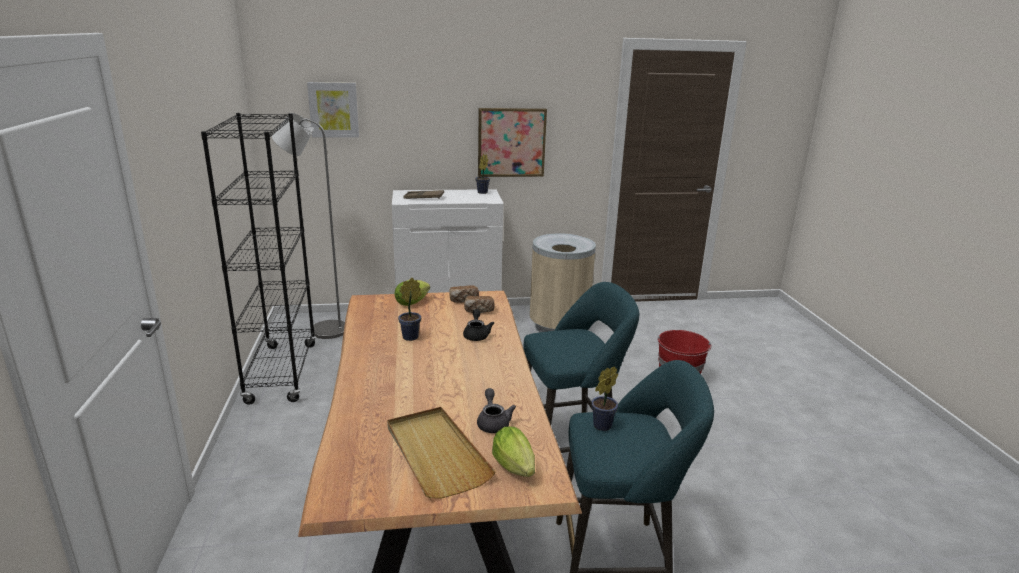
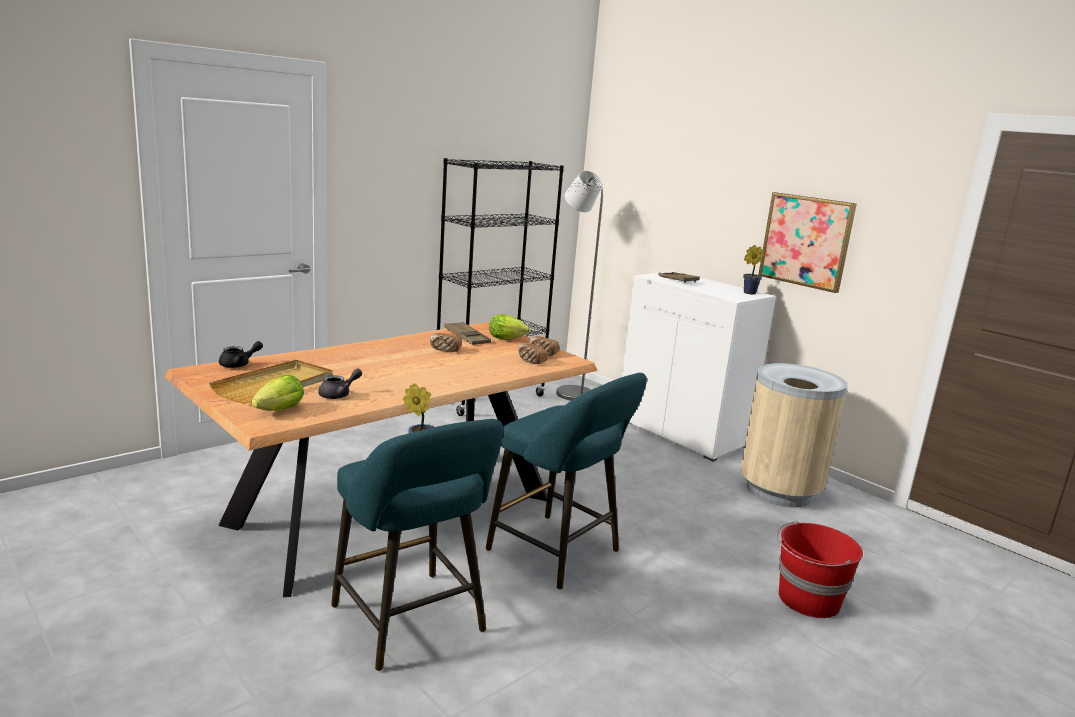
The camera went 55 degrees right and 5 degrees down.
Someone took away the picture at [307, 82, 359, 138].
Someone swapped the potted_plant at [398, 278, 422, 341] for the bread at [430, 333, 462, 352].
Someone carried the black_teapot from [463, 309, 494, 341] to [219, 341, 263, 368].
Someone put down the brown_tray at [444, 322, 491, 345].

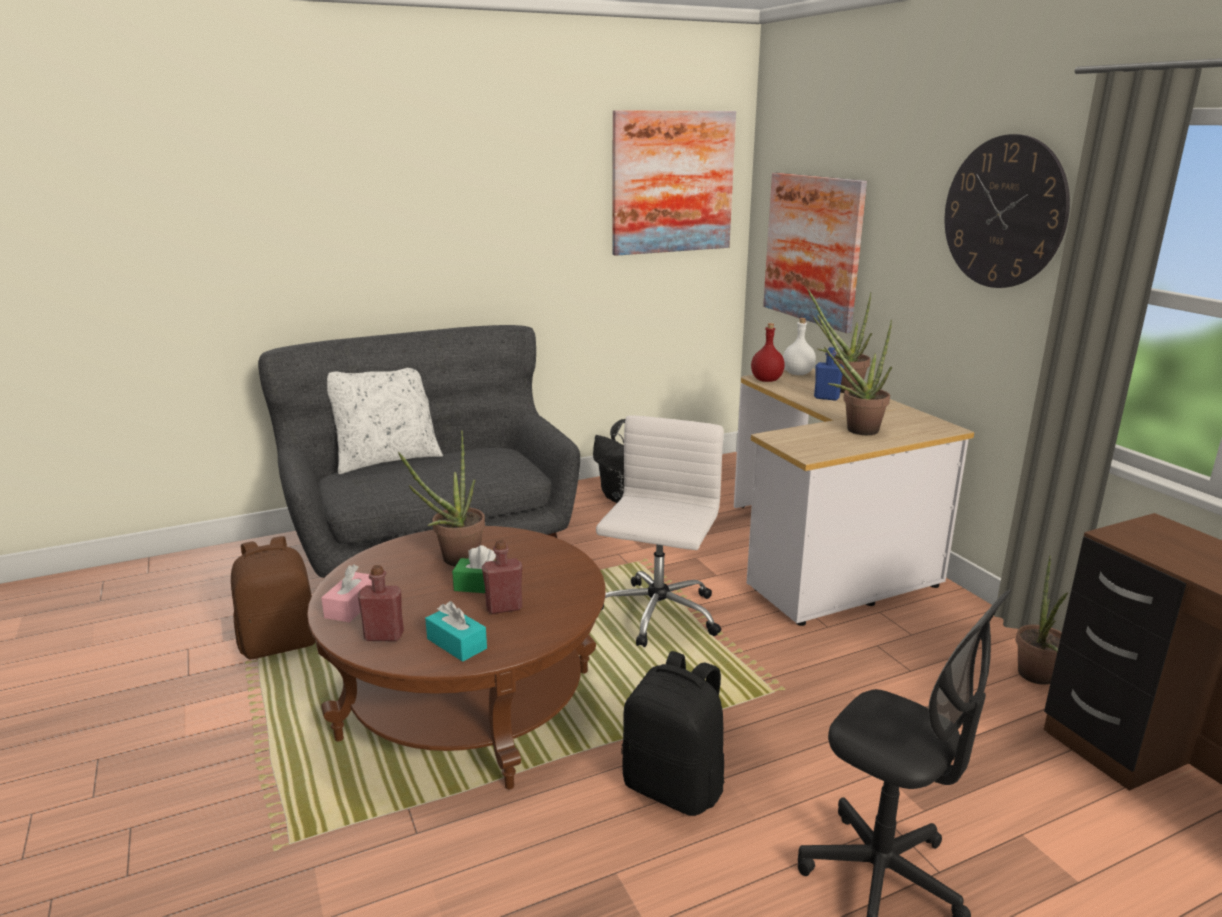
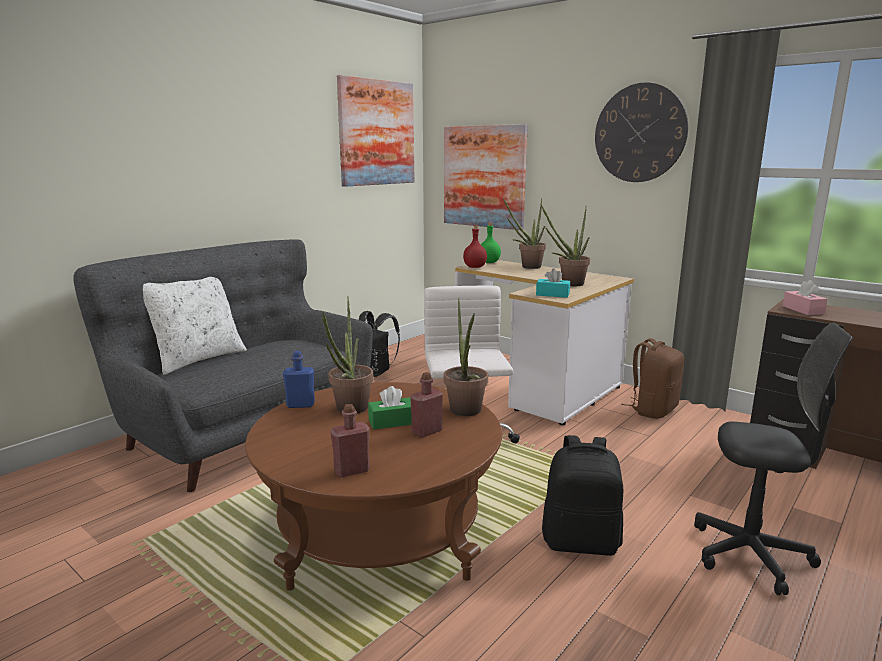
The camera went 25 degrees left and 5 degrees down.
Someone carried the brown_backpack from [231, 536, 316, 659] to [621, 338, 684, 419].
Someone carried the pink_tissue_box from [321, 564, 372, 623] to [783, 280, 828, 315].
Someone carried the turquoise_tissue_box from [425, 601, 487, 662] to [536, 269, 570, 298].
Someone repainted the white_bottle at [783, 318, 816, 375], which became the green_bottle at [481, 222, 501, 263].
Someone carried the blue_bottle from [814, 347, 844, 401] to [283, 351, 315, 408].
Someone carried the potted_plant from [1016, 556, 1068, 685] to [444, 298, 488, 416].

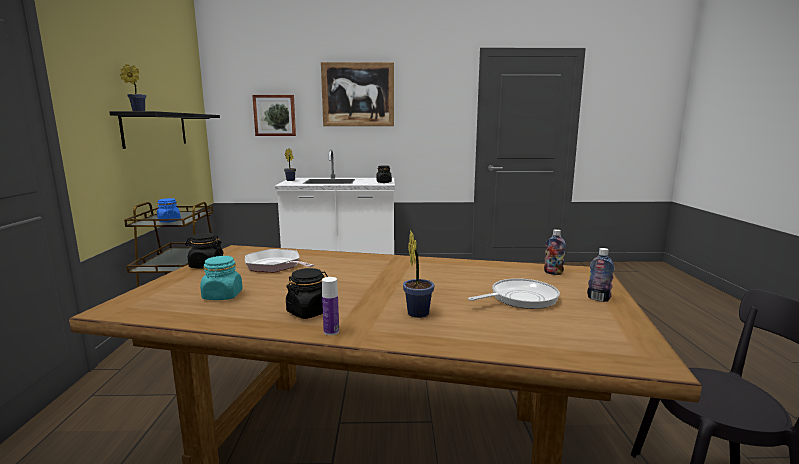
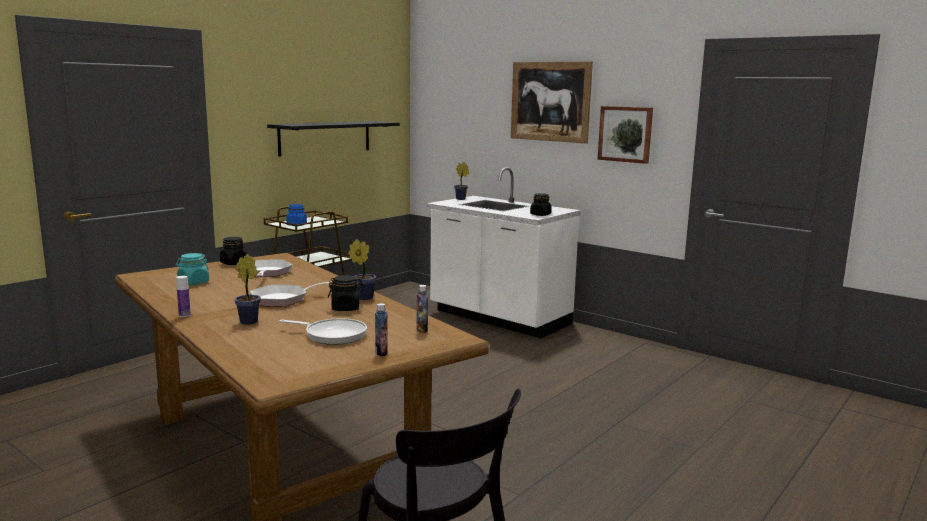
The camera went 40 degrees right and 0 degrees up.
Someone carried the potted_plant from [120, 64, 146, 111] to [348, 239, 376, 300].
Someone carried the picture from [252, 95, 296, 136] to [598, 106, 653, 164].
Someone carried the black_jar from [286, 268, 328, 319] to [328, 275, 364, 311].
Someone put down the frying_pan at [250, 282, 330, 307].

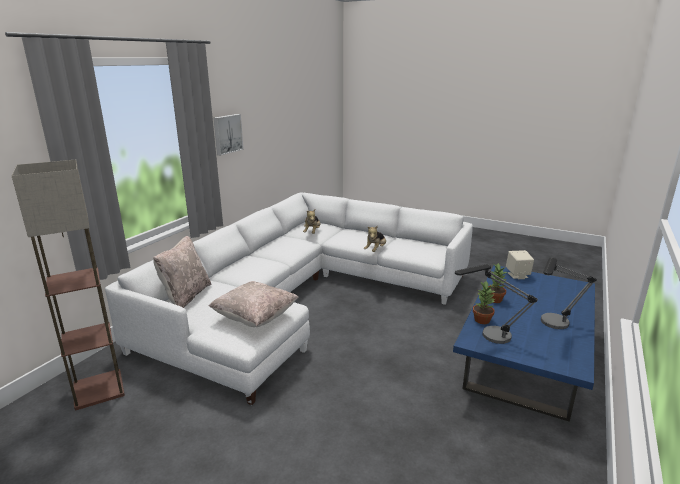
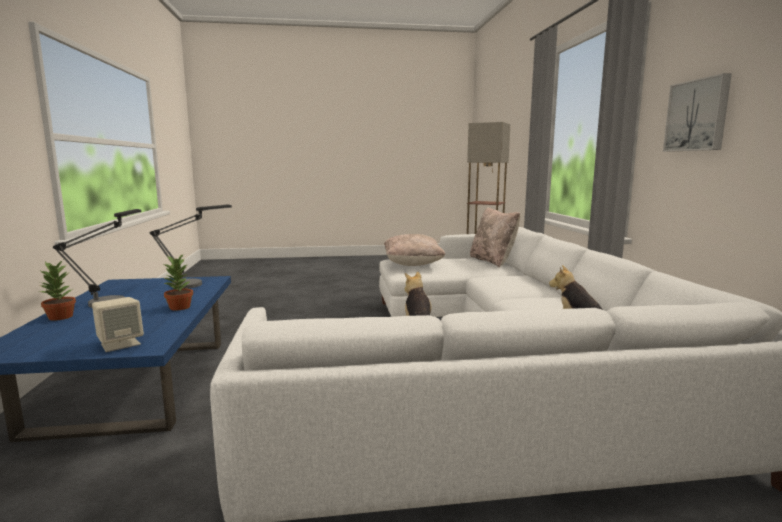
The camera went 145 degrees right and 10 degrees down.
Someone carried the potted_plant from [473, 281, 495, 324] to [37, 260, 76, 321].

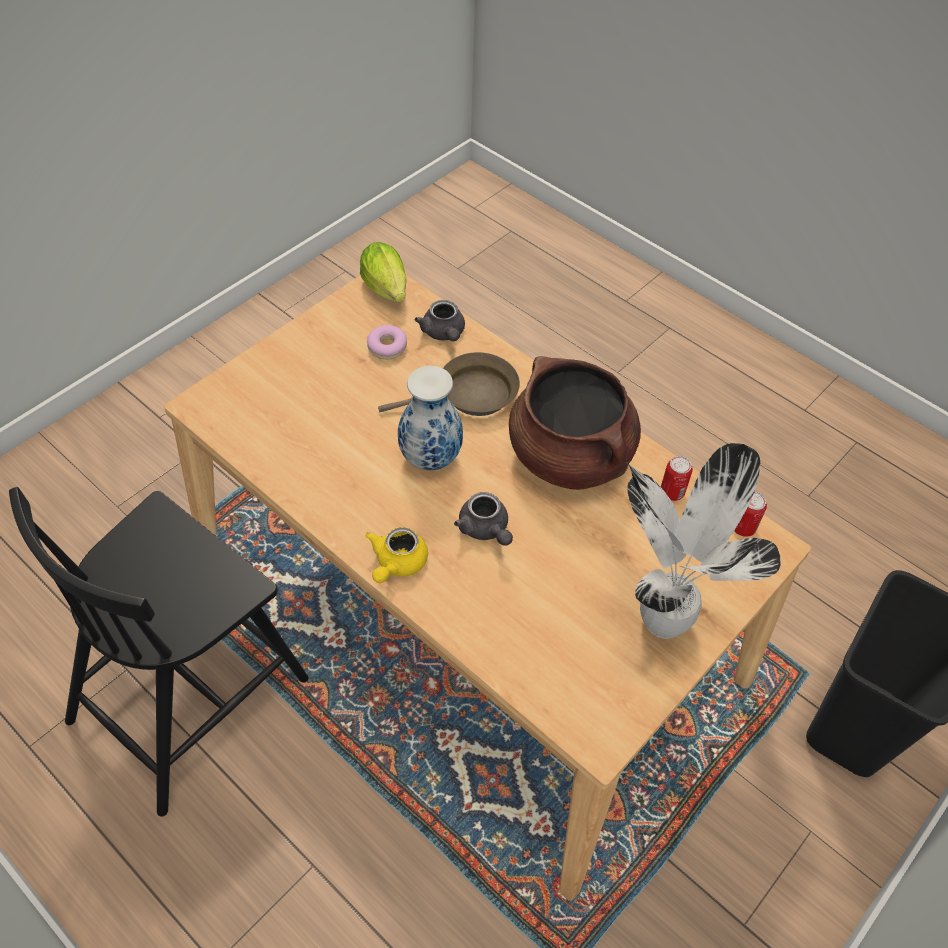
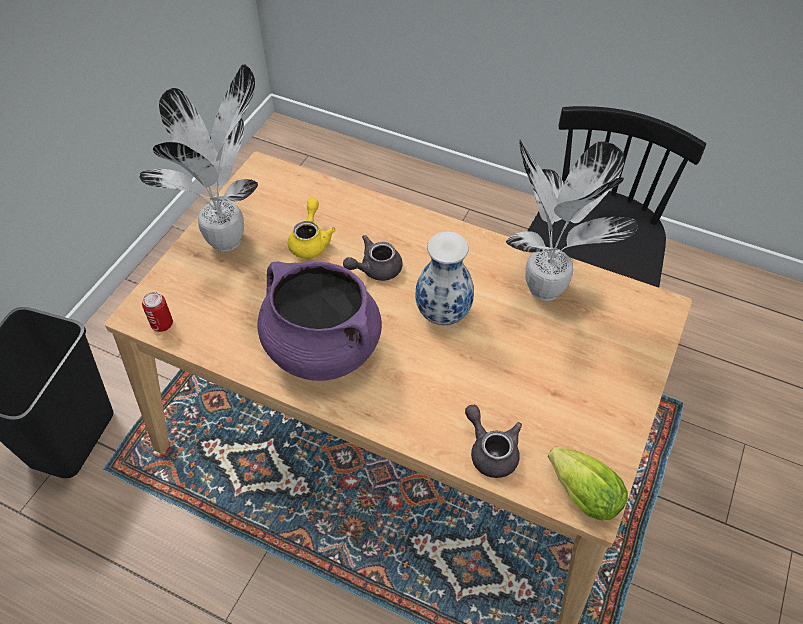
The camera went 165 degrees right and 0 degrees up.
Someone carried the yellow_teapot from [365, 527, 428, 583] to [288, 198, 336, 259].
Someone took away the donut at [367, 325, 407, 360].
Someone took away the brown_frying_pan at [378, 352, 520, 416].
Someone rotated the grey_teapot at [454, 492, 513, 546] by 75 degrees counterclockwise.
Someone repainted the brown_cooking_pot at [509, 356, 641, 490], which became the purple_cooking_pot at [257, 261, 382, 381].
Someone took away the can at [661, 456, 693, 501].
Someone put down the potted_plant at [506, 139, 638, 301].

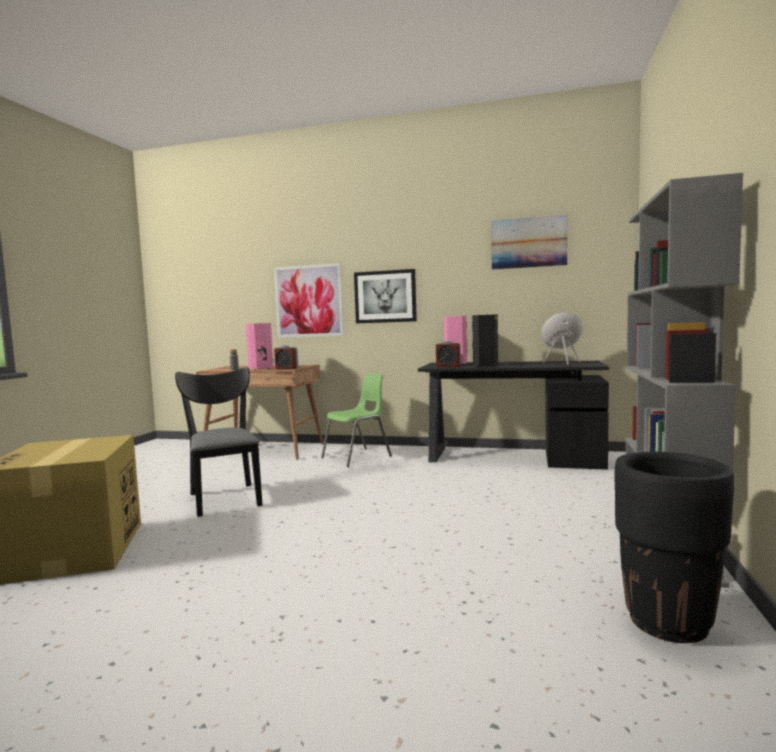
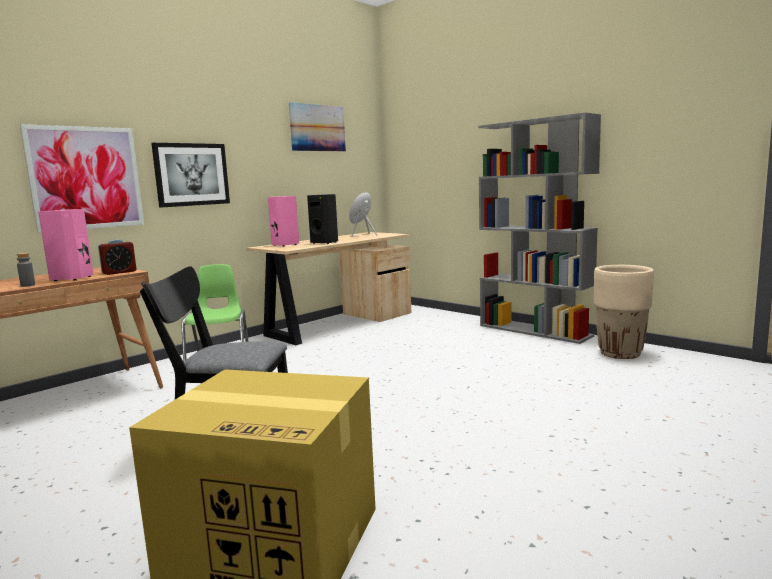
The camera went 60 degrees left and 5 degrees up.
Someone repainted the black_desk at [418, 361, 609, 470], which became the beige_desk at [247, 232, 411, 345].
Someone took away the alarm_clock at [436, 341, 461, 367].
Someone repainted the black_planter at [614, 452, 734, 643], which became the beige_planter at [594, 265, 654, 359].

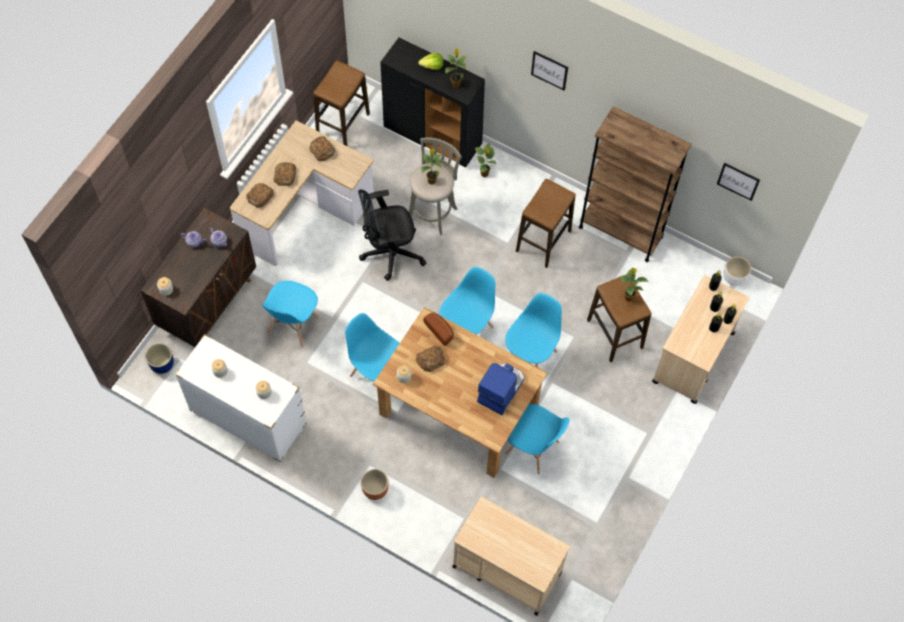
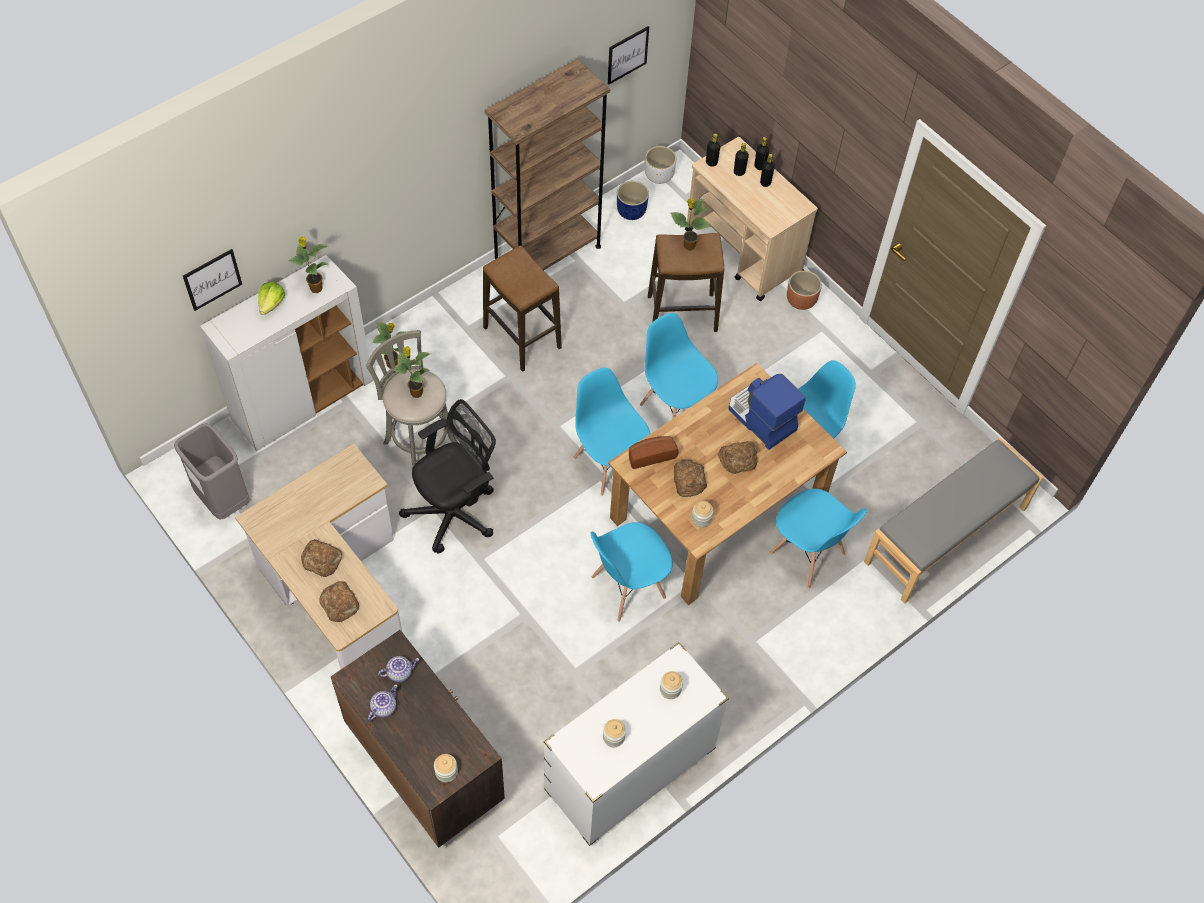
The camera went 70 degrees left and 5 degrees down.
Someone carried the blue_planter from [145, 343, 174, 374] to [617, 181, 649, 220].
Someone carried the blue_chair from [262, 281, 320, 348] to [769, 488, 867, 589].
Someone carried the bread from [310, 136, 335, 161] to [718, 441, 758, 474].
Someone swapped the stool at [313, 60, 370, 146] for the grey_trash_can at [174, 423, 250, 520].
Someone rotated the black_office_chair at [358, 189, 427, 281] by 135 degrees counterclockwise.
Someone carried the brown_planter from [361, 469, 388, 500] to [787, 270, 822, 310].
Someone repainted the black_cabinet at [380, 38, 485, 168], which became the white_cabinet at [200, 255, 373, 451].
Someone swapped the beige_cart at [452, 497, 570, 616] for the grey_bench at [864, 438, 1043, 603].
Someone carried the picture from [531, 51, 568, 91] to [183, 249, 242, 311].

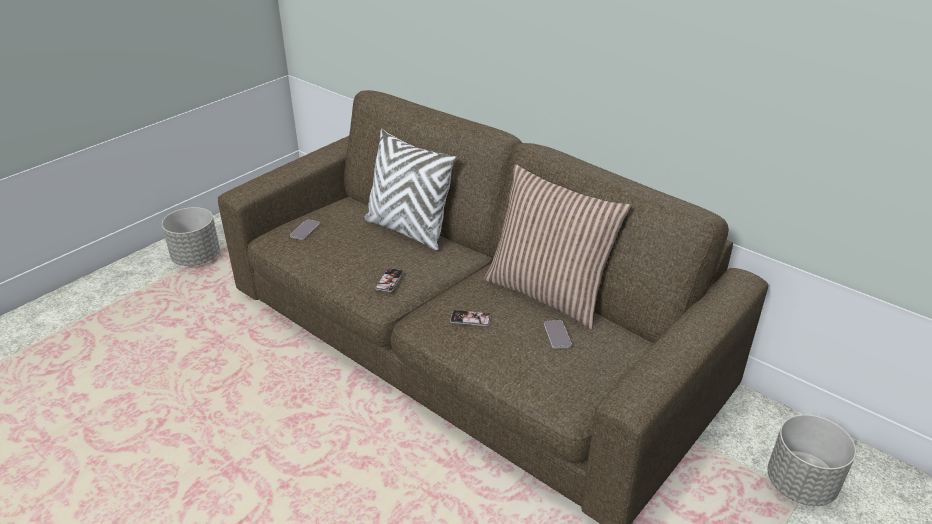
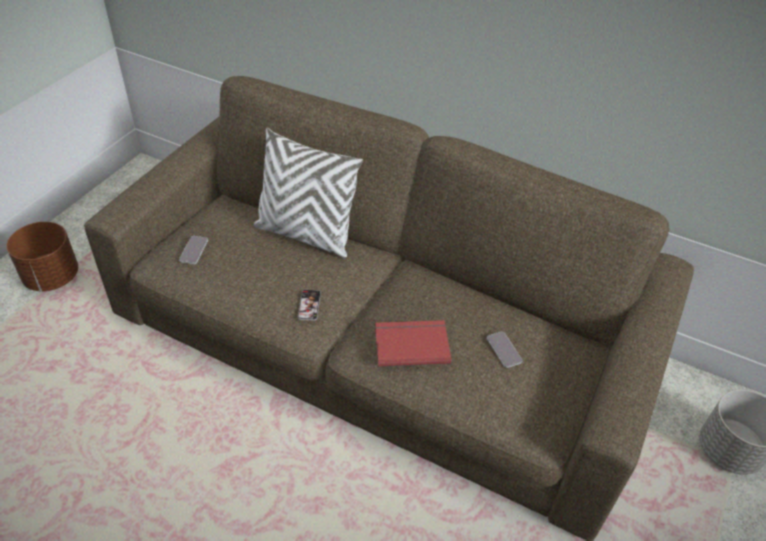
The camera went 15 degrees left and 10 degrees up.
Someone repainted the grey_planter at [162, 207, 220, 266], which became the brown_planter at [6, 222, 78, 291].
Someone swapped the phone at [450, 310, 491, 326] for the red_book at [375, 320, 451, 367].
Someone took away the pillow at [484, 164, 632, 329].

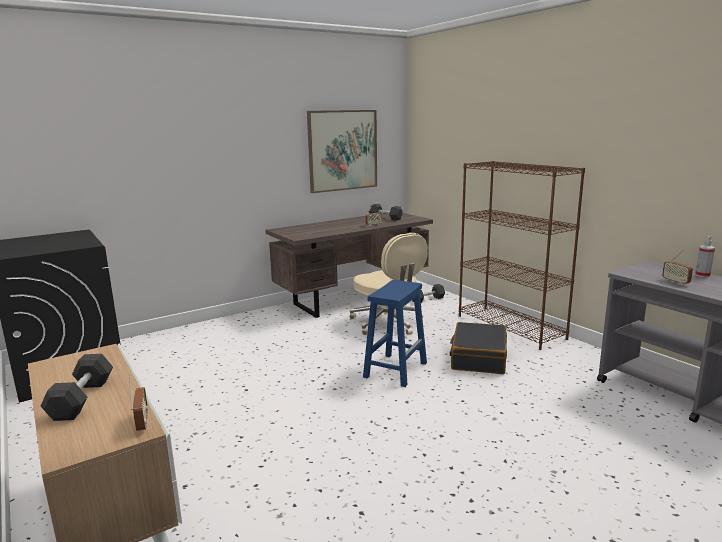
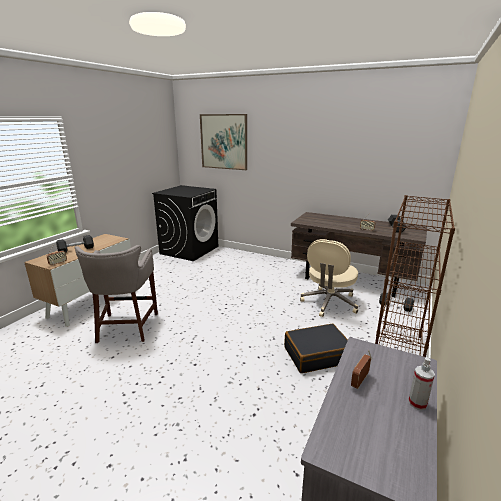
The camera went 60 degrees right and 5 degrees up.
Someone carried the picture from [307, 110, 377, 193] to [200, 114, 247, 170].
Someone took away the blue_stool at [363, 280, 427, 387].
Someone put down the grey_stool at [74, 245, 158, 343].

